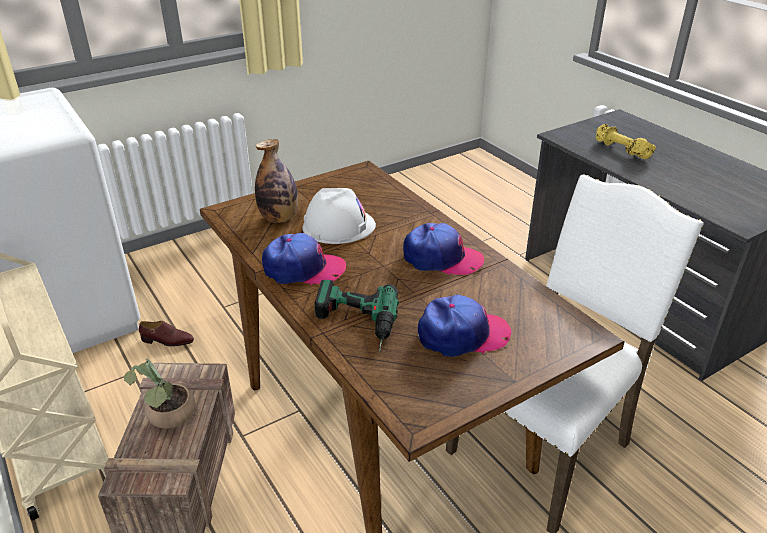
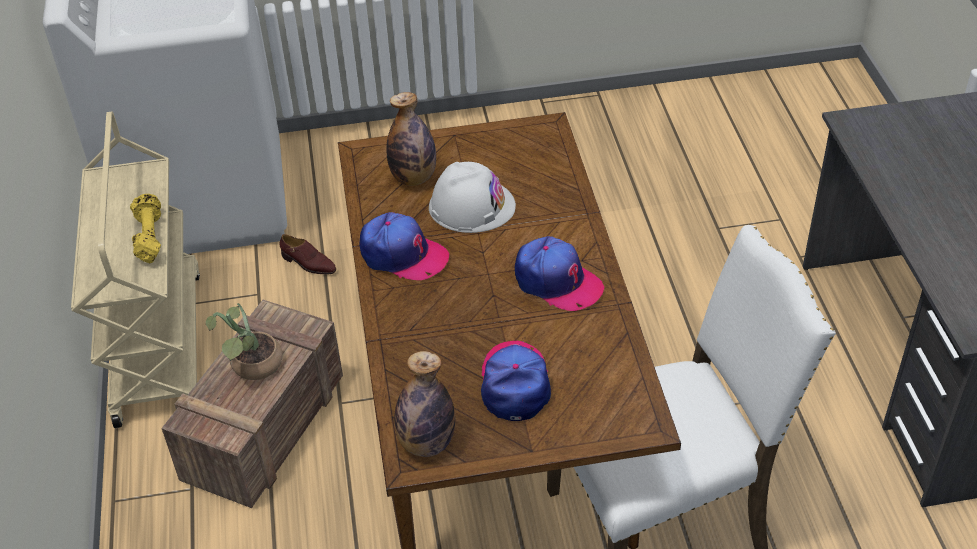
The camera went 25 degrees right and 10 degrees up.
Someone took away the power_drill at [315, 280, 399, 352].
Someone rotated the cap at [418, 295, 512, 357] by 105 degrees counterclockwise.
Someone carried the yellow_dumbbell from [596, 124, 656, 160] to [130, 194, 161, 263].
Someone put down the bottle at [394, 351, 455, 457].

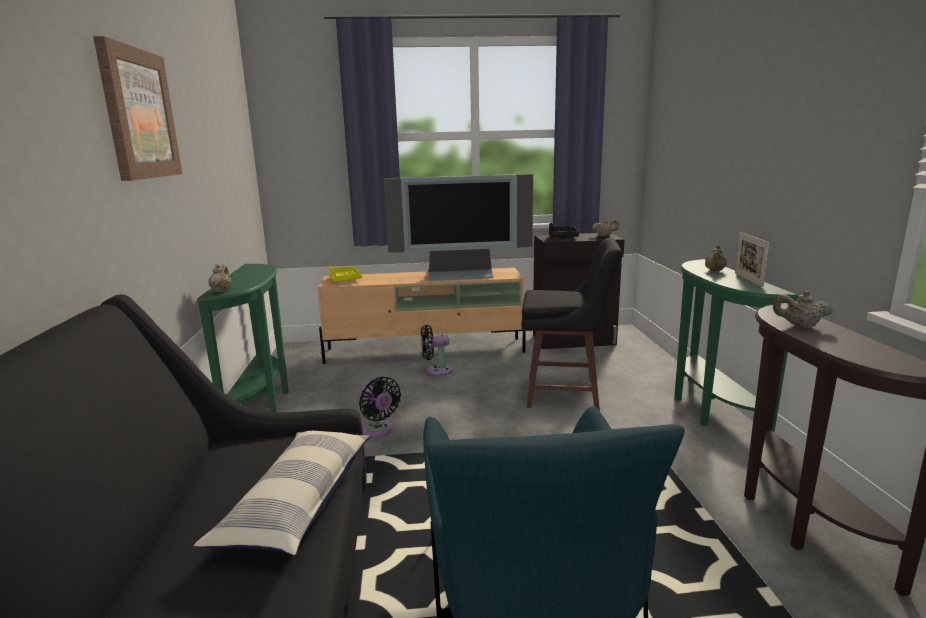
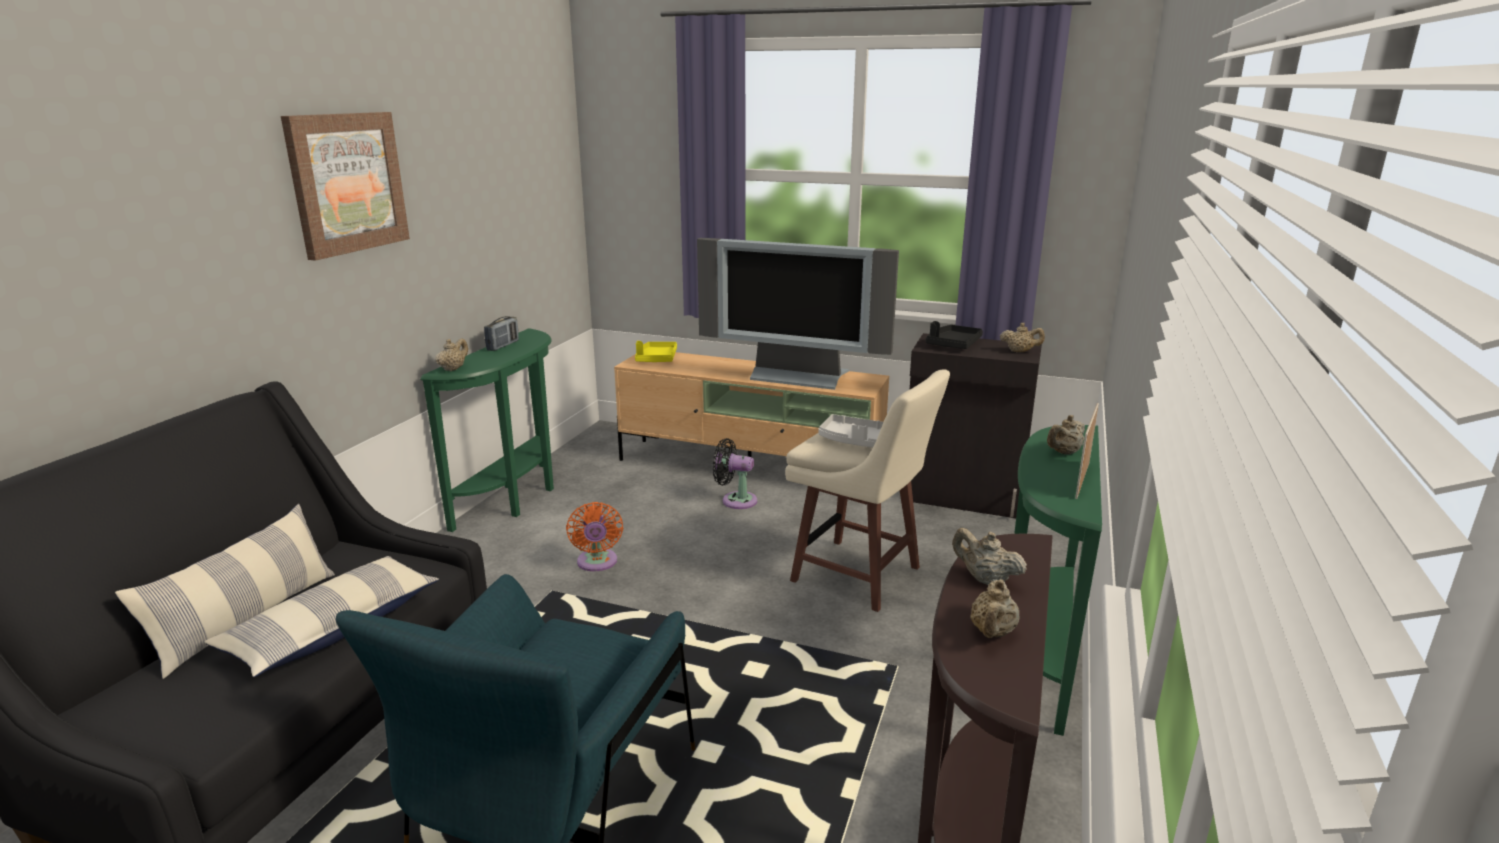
The camera went 25 degrees right and 5 degrees up.
Someone repainted the black_fan at [359, 377, 401, 437], which became the orange_fan at [566, 502, 623, 571].
Someone repainted the black_stool at [521, 238, 621, 411], which became the beige_stool at [785, 369, 950, 612].
Someone put down the pillow at [115, 504, 335, 679].
Someone put down the radio at [484, 316, 519, 351].
Someone put down the grey_tray at [819, 414, 883, 448].
Someone put down the beige_teapot at [970, 579, 1019, 638].

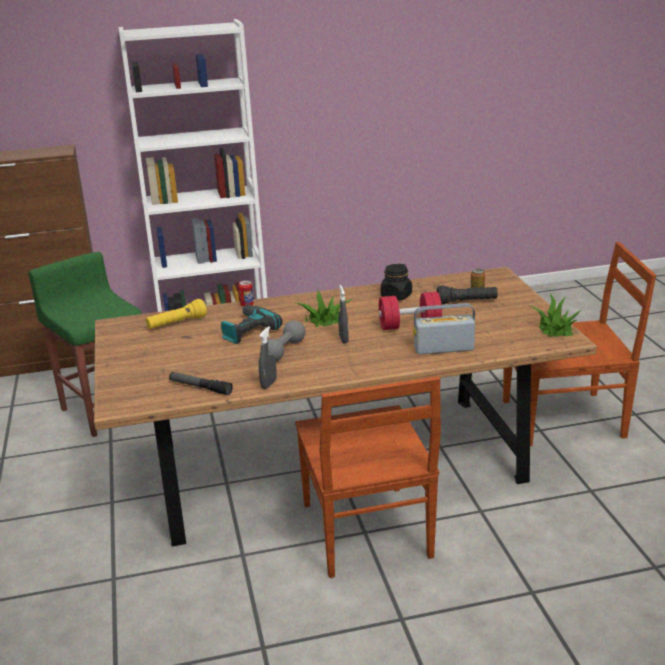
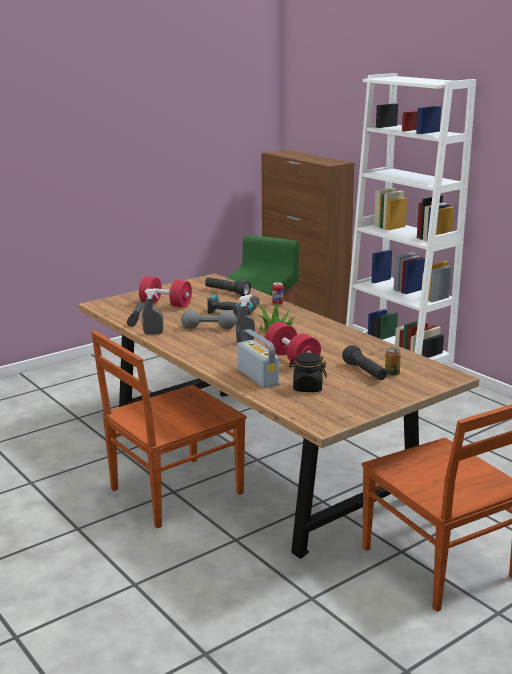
The camera went 65 degrees right and 5 degrees down.
Someone repainted the yellow_flashlight at [146, 299, 207, 329], which became the black_flashlight at [205, 277, 251, 296].
Someone carried the black_jar from [381, 264, 412, 301] to [289, 353, 327, 392].
Someone took away the potted_plant at [529, 292, 581, 337].
Someone put down the red_dumbbell at [139, 276, 192, 308].

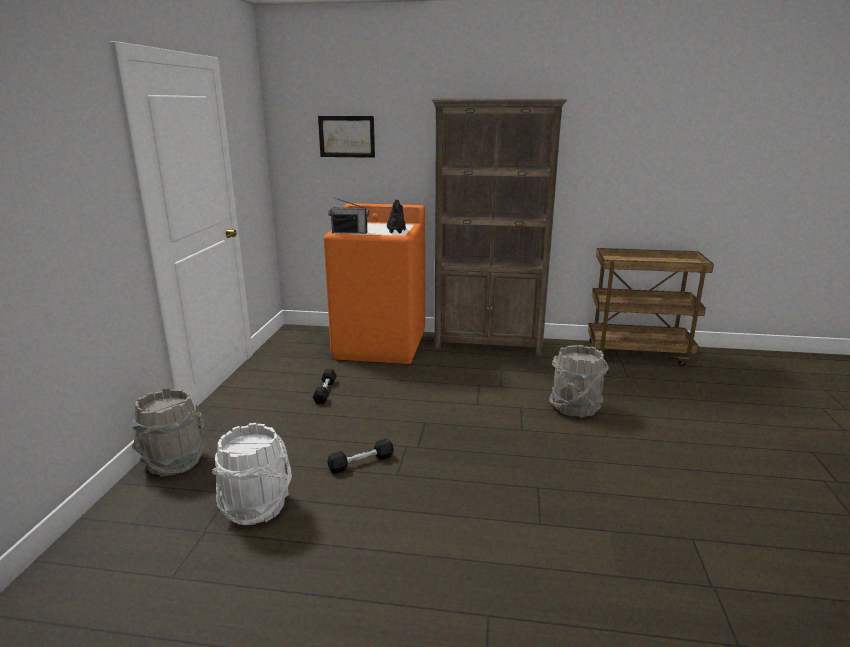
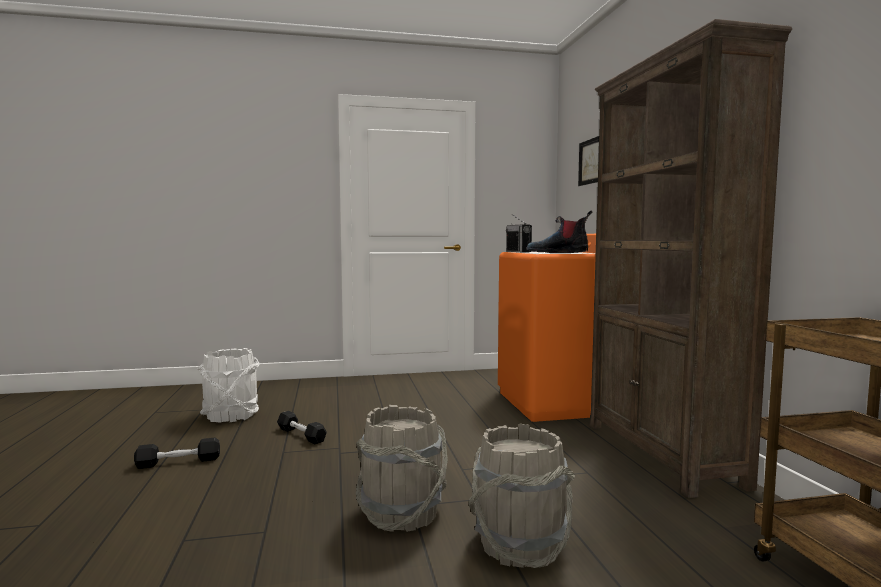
The camera went 70 degrees right and 15 degrees down.
Someone carried the grey_bucket from [132, 388, 205, 477] to [356, 405, 448, 532].
Someone carried the black_dumbbell from [313, 369, 337, 404] to [134, 438, 220, 469].
Someone rotated the boot at [387, 200, 406, 234] by 135 degrees counterclockwise.

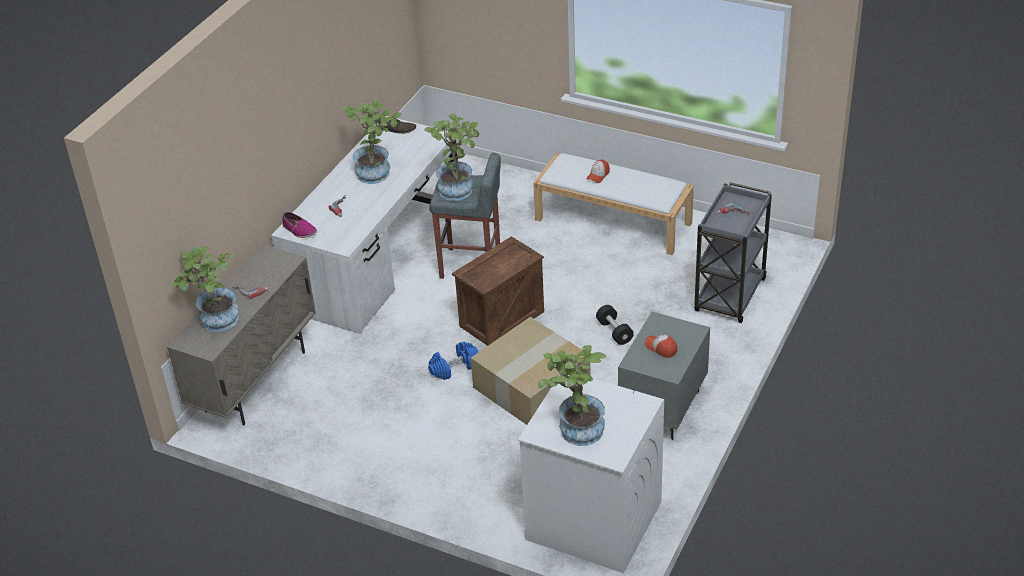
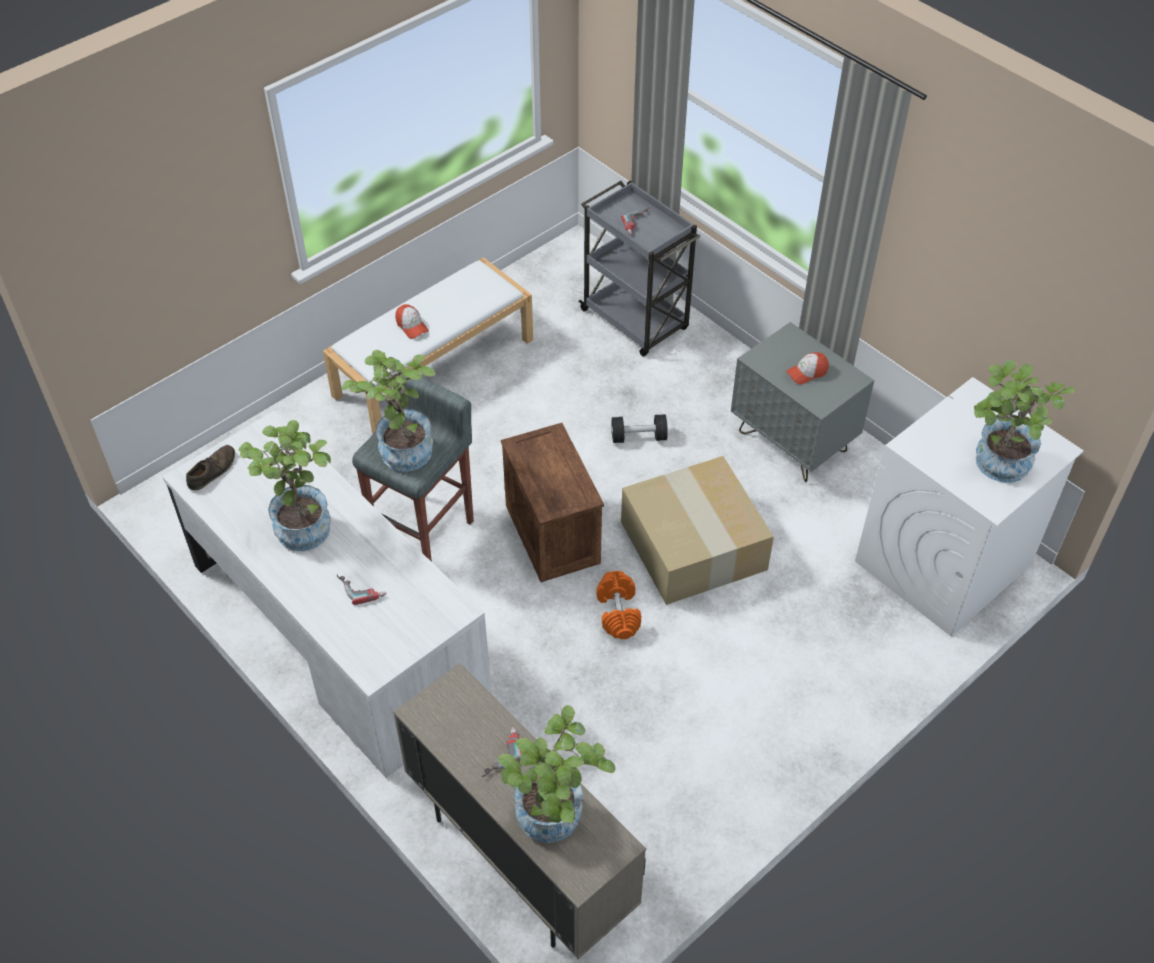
The camera went 70 degrees left and 10 degrees up.
Someone took away the shoe at [282, 212, 317, 238].
Someone repainted the blue_dumbbell at [428, 342, 478, 380], which became the orange_dumbbell at [596, 571, 641, 639].

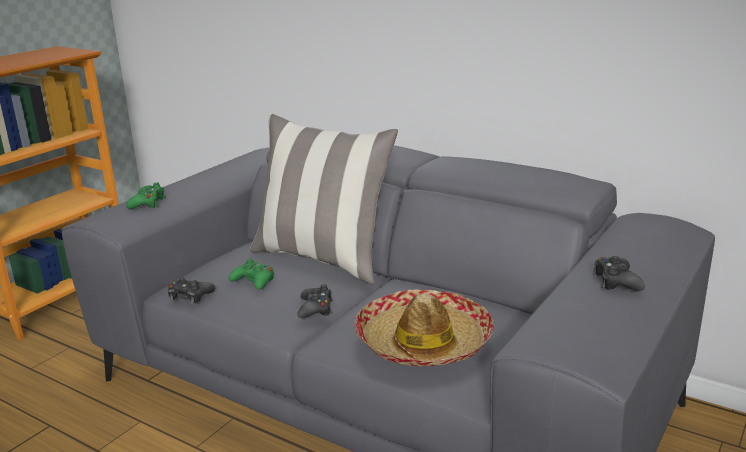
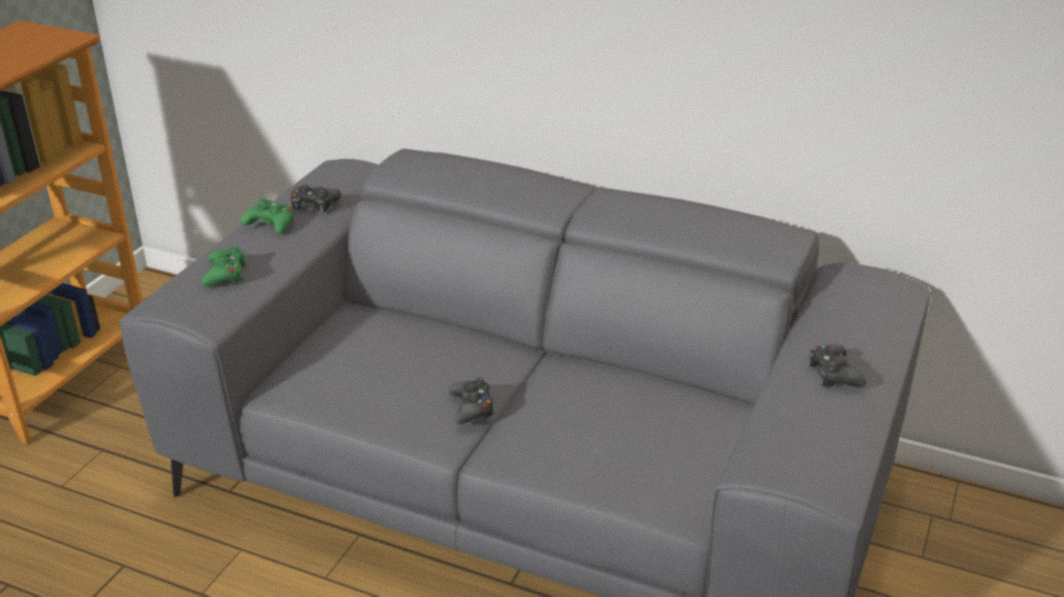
The camera went 10 degrees left and 10 degrees up.
Someone carried the black_game_controller from [168, 278, 215, 304] to [291, 185, 341, 213].
Someone carried the green_game_controller from [229, 258, 274, 290] to [241, 197, 294, 234].
Someone took away the pillow at [250, 113, 398, 284].
Someone took away the hat at [355, 289, 494, 366].

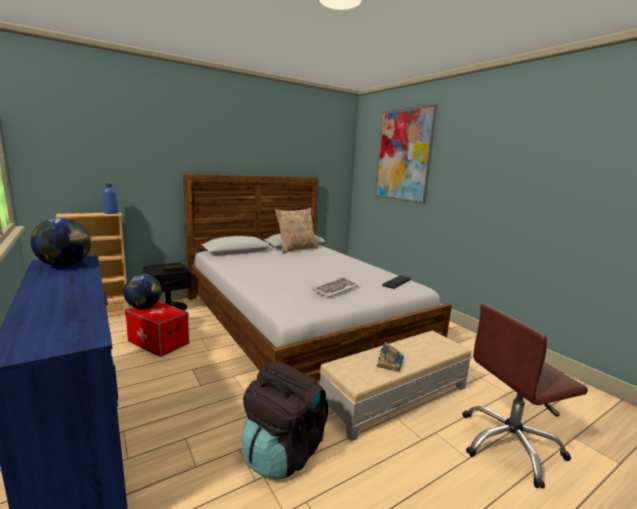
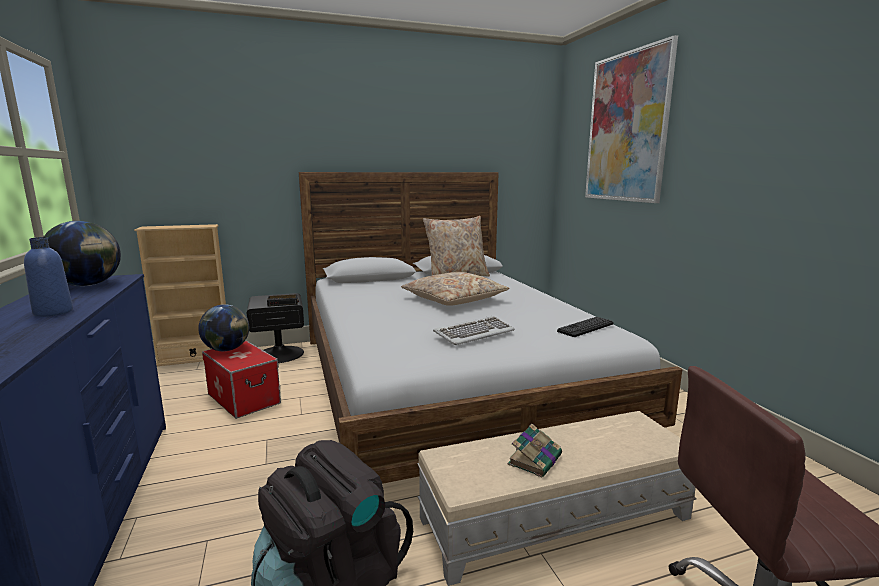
The camera went 15 degrees right and 0 degrees up.
Someone carried the blue_bottle from [103, 183, 118, 214] to [24, 237, 73, 317].
Someone put down the beige_pillow at [401, 272, 509, 306].

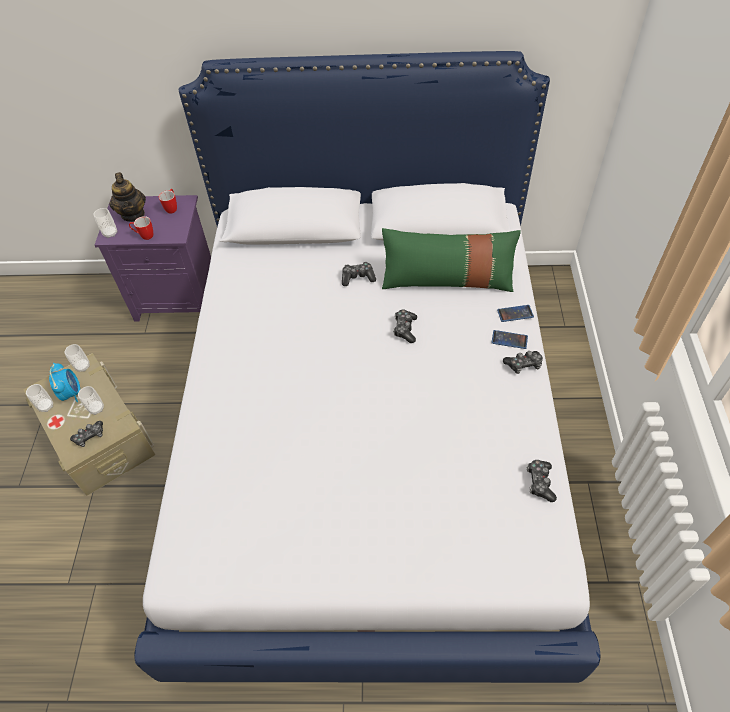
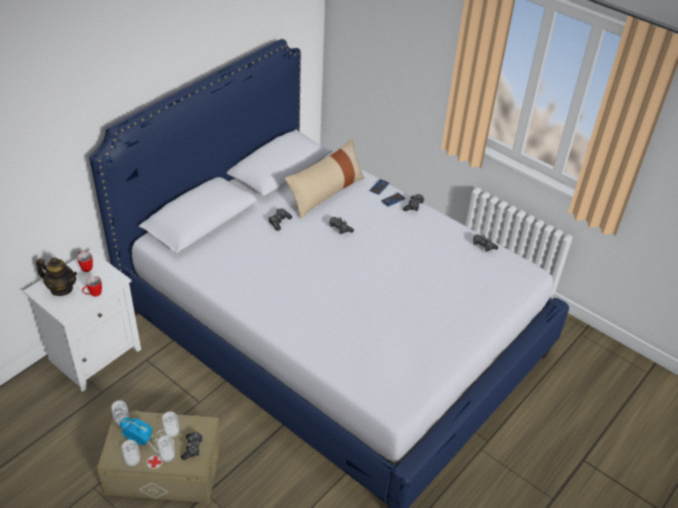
The camera went 55 degrees left and 10 degrees down.
Someone carried the cup from [94, 208, 117, 238] to [158, 435, 175, 462].
Someone repainted the purple_nightstand at [95, 195, 211, 322], which became the white_nightstand at [23, 250, 141, 392].
Someone repainted the green_pillow at [382, 228, 521, 292], which became the beige_pillow at [285, 139, 365, 219].

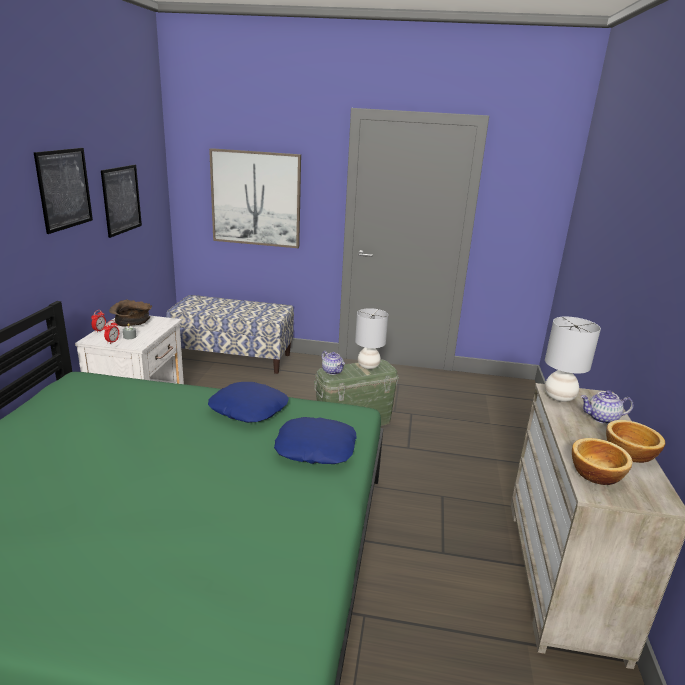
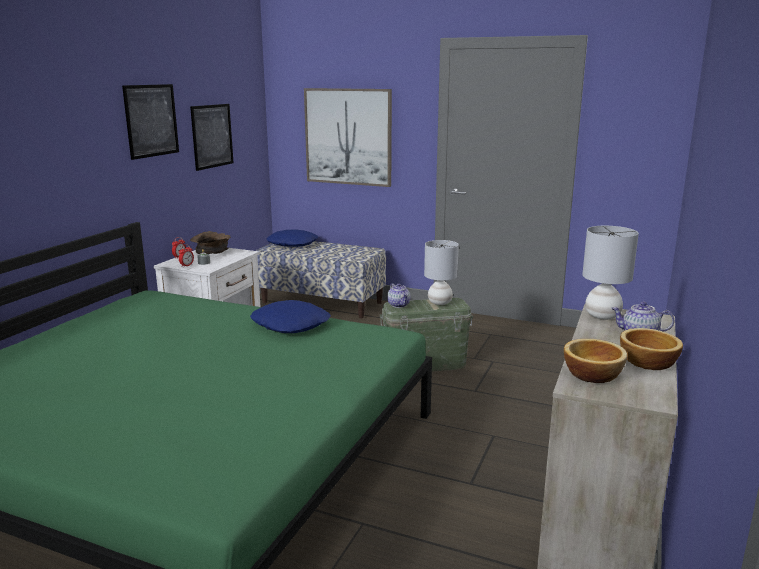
The camera went 15 degrees right and 5 degrees down.
Someone carried the blue_pillow from [274, 417, 357, 464] to [267, 229, 318, 247].

